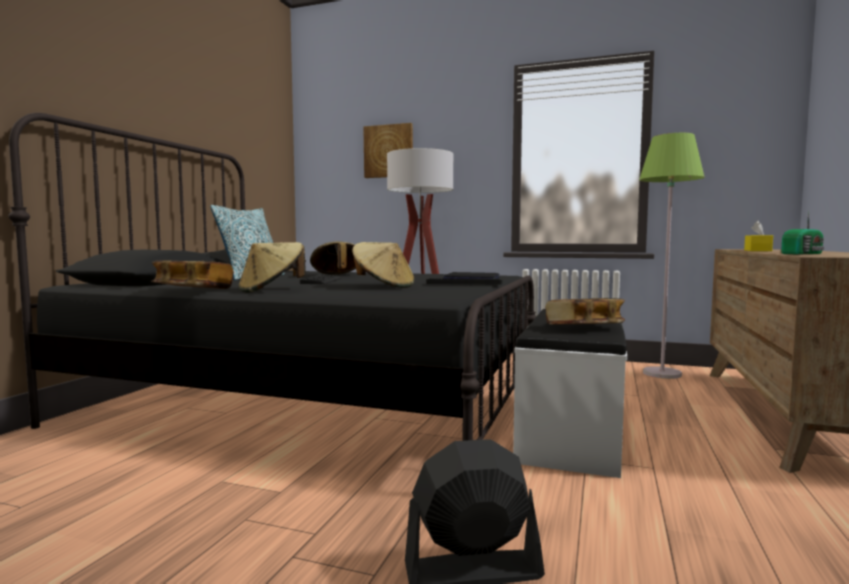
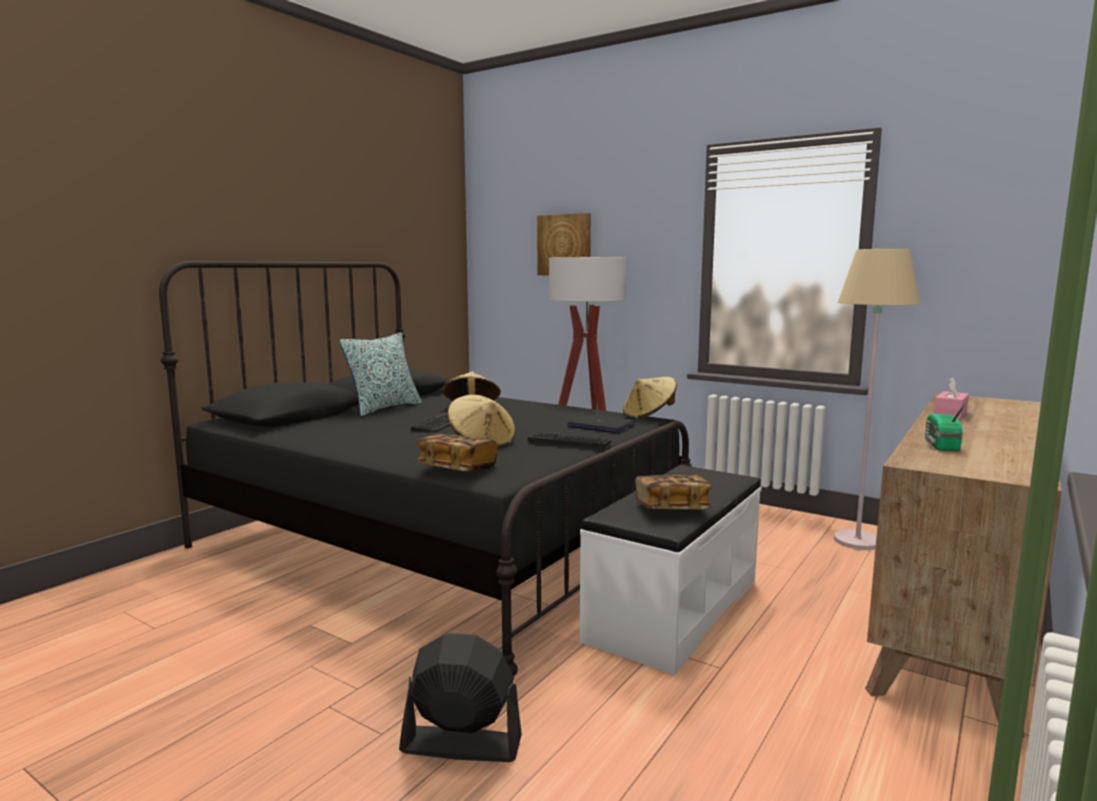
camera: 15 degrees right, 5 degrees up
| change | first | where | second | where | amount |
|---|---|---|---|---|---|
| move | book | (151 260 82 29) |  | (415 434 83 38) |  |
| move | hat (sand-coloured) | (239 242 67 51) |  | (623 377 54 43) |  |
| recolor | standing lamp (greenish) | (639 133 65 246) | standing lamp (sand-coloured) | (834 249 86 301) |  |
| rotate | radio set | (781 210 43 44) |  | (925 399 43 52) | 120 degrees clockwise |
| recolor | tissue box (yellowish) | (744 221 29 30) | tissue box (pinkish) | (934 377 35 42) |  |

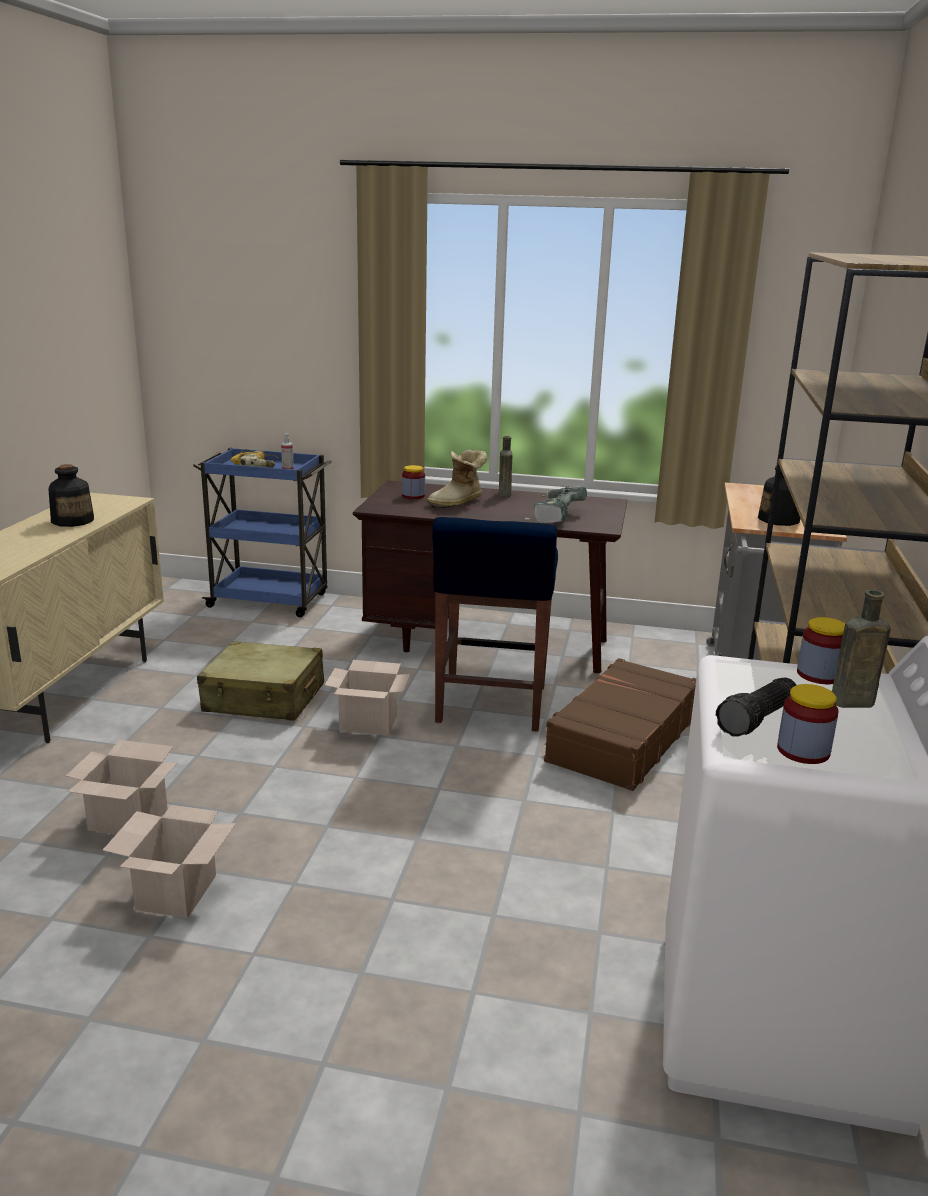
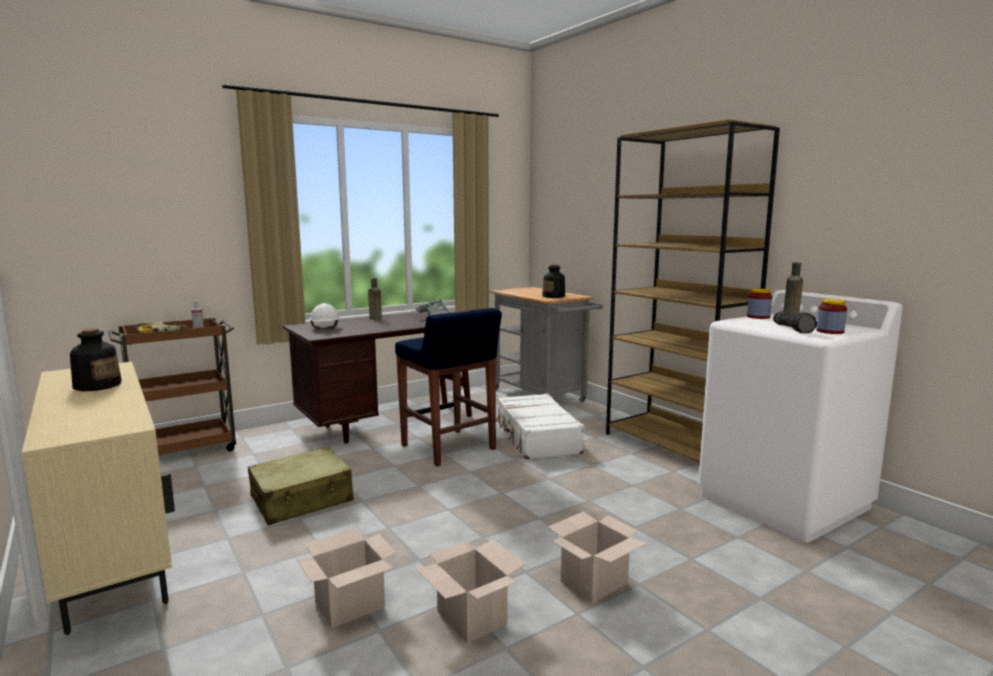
camera: 45 degrees left, 10 degrees down
| change | first | where | second | where | amount |
|---|---|---|---|---|---|
| recolor | trolley (bluish) | (193 448 139 169) | trolley (brown-coloured) | (108 318 128 137) |  |
| replace | preserve jar | (402 465 23 34) | hard hat (white) | (309 303 31 26) |  |
| recolor | suitcase (brown-coloured) | (544 658 152 133) | suitcase (white) | (496 393 89 66) |  |
| move | carton | (325 660 85 76) |  | (548 511 99 92) |  |
| delete | high-top boot | (427 449 60 59) |  |  |  |

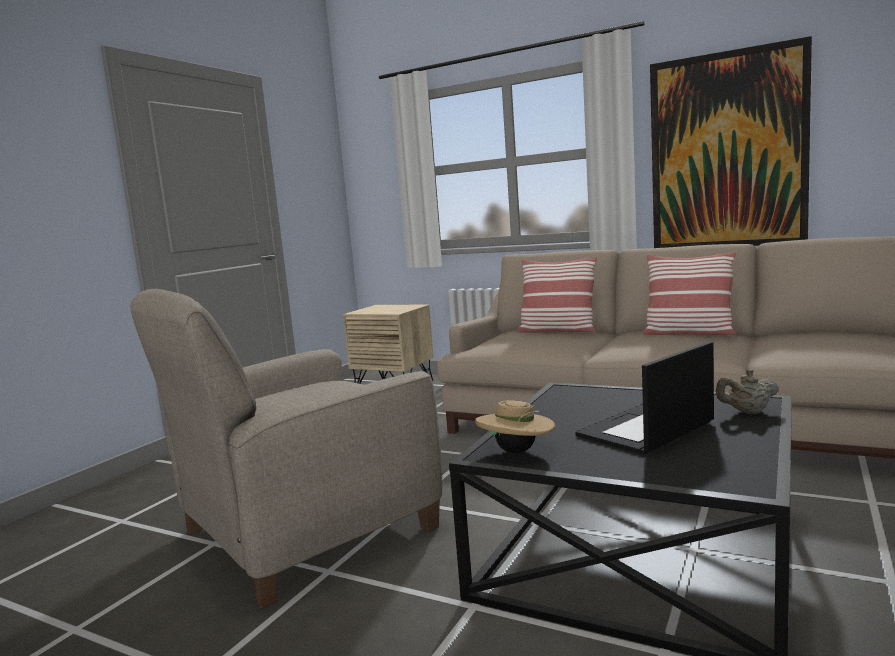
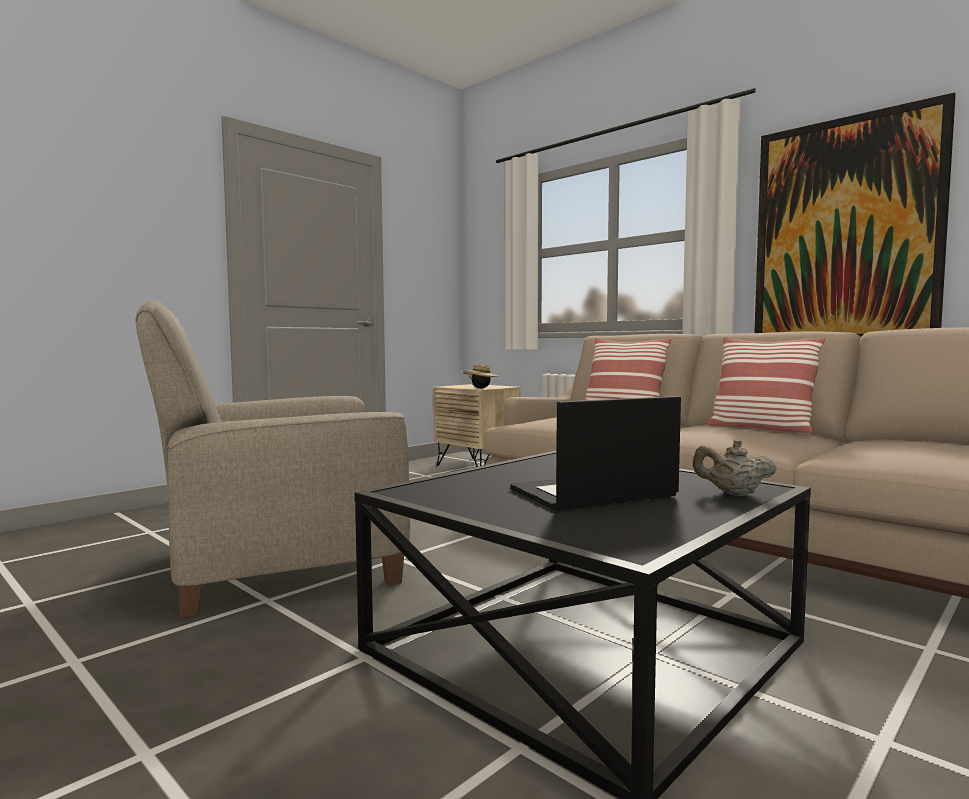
camera: 15 degrees right, 5 degrees down
| change | first | where | second | where | amount |
|---|---|---|---|---|---|
| move | hat (sand-coloured) | (475 400 80 53) |  | (463 365 36 23) |  |

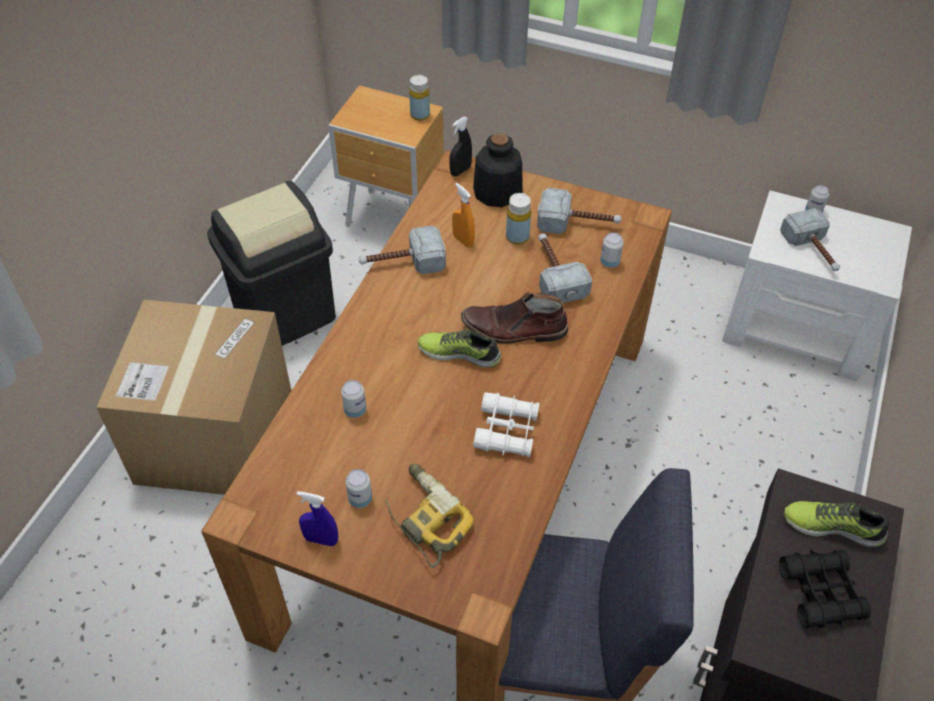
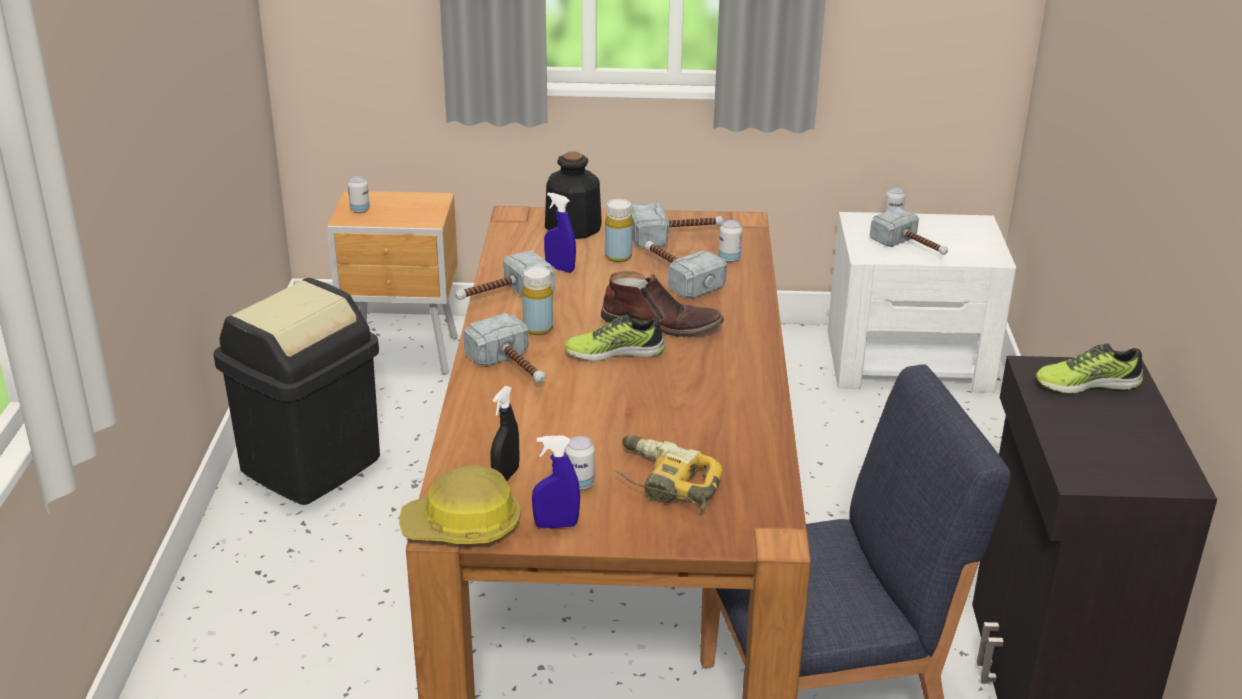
camera: 20 degrees left, 20 degrees down
| change | first | where | second | where | amount |
|---|---|---|---|---|---|
| move | metal can | (341 380 25 38) |  | (348 176 22 37) |  |
| insert |  |  | hard hat | (399 465 122 79) |  |
| insert |  |  | hammer | (463 313 83 70) |  |
| move | sprayer (black-coloured) | (449 117 23 60) |  | (491 386 29 95) |  |
| move | drink bottle (yellowish) | (409 75 21 46) |  | (522 266 31 69) |  |
| recolor | sprayer (orange-coloured) | (452 183 23 65) | sprayer (bluish) | (544 192 32 81) |  |
| rotate | high-top boot (brown-coloured) | (461 292 107 51) |  | (601 271 123 66) | 150 degrees counterclockwise |
| delete | carton | (96 299 196 196) |  |  |  |
| delete | pair of binoculars (white) | (473 392 66 65) |  |  |  |
| delete | pair of binoculars (black-coloured) | (779 549 92 79) |  |  |  |

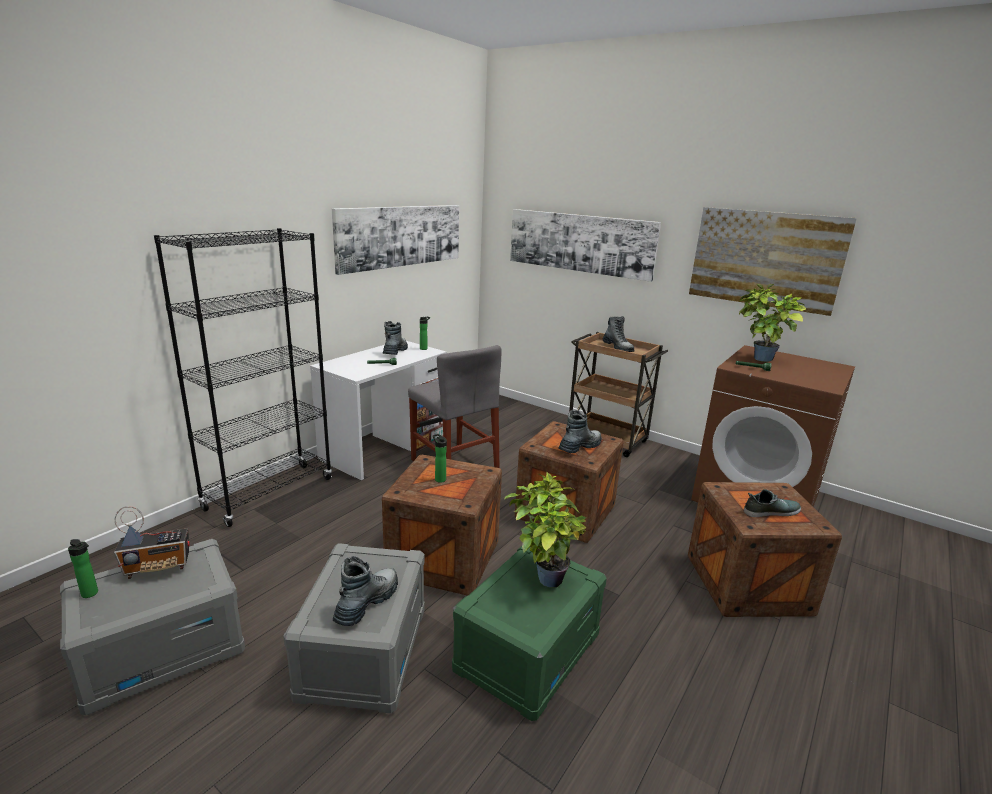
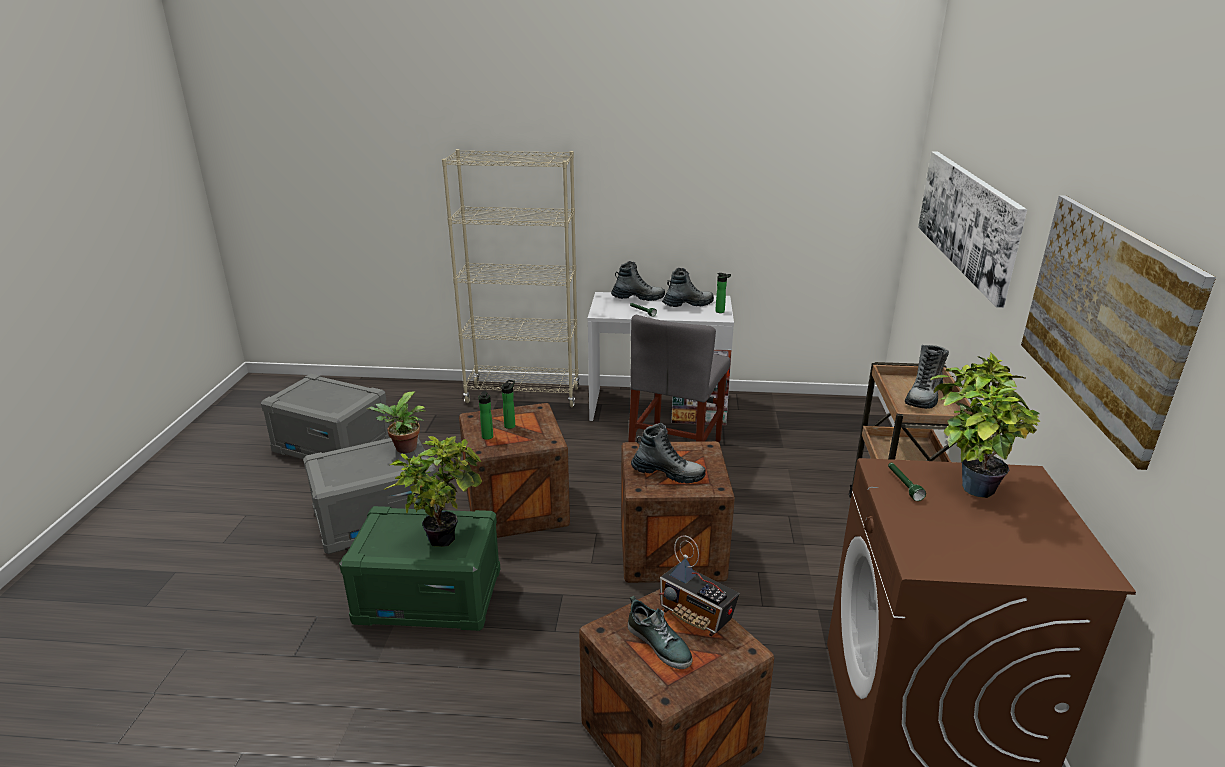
camera: 60 degrees right, 5 degrees up
| change | first | where | second | where | amount |
|---|---|---|---|---|---|
| insert |  |  | plant in a pot | (367 391 59 62) |  |
| recolor | bookcase (black-coloured) | (154 228 178 299) | bookcase (sand-coloured) | (442 149 138 258) |  |
| move | drink bottle | (68 539 30 59) |  | (478 391 15 49) |  |
| move | high-top boot | (333 556 65 70) |  | (611 261 54 40) |  |
| move | radio set | (114 506 76 73) |  | (659 535 81 102) |  |
| delete | wall art | (332 205 127 70) |  |  |  |

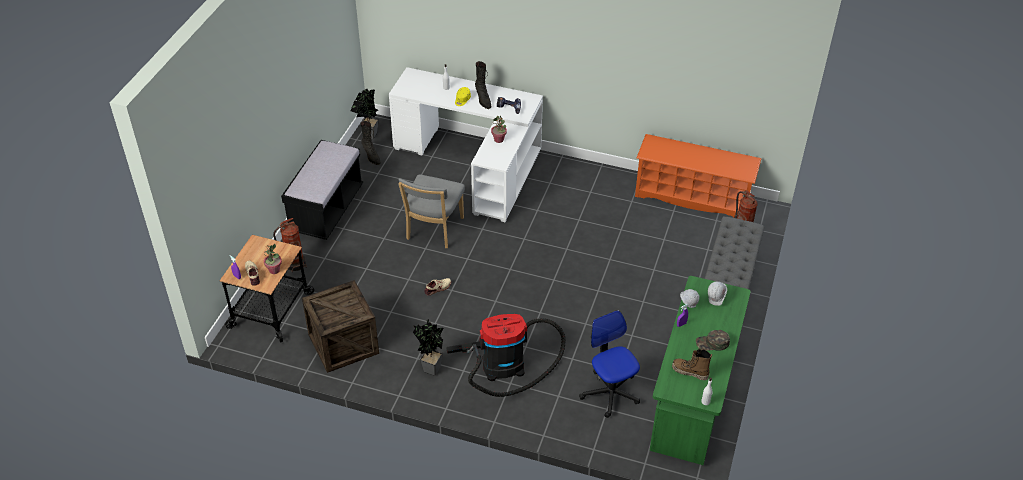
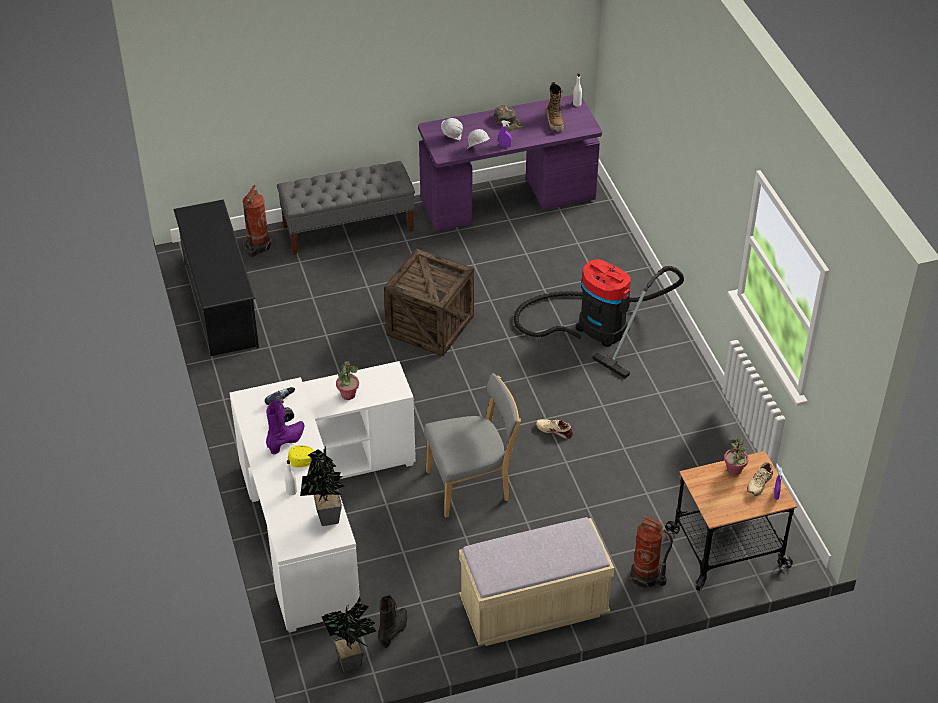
camera: 125 degrees left, 0 degrees up
| change | first | where | second | where | amount |
|---|---|---|---|---|---|
| recolor | shoe stand (orange-coloured) | (635 134 127 83) | shoe stand (black-coloured) | (174 200 85 156) |  |
| recolor | high-top boot (black-coloured) | (475 61 16 48) | high-top boot (purple-coloured) | (266 400 38 55) |  |
| move | plant in a pot | (413 319 30 57) |  | (300 447 45 79) |  |
| move | shipping crate | (302 280 77 93) |  | (384 248 90 108) |  |
| recolor | desk unit (greenish) | (650 276 101 189) | desk unit (purple-coloured) | (418 95 184 136) |  |
| recolor | bench (black-coloured) | (281 140 82 100) | bench (sand-coloured) | (459 517 155 129) |  |
| delete | office chair | (579 310 61 108) |  |  |  |

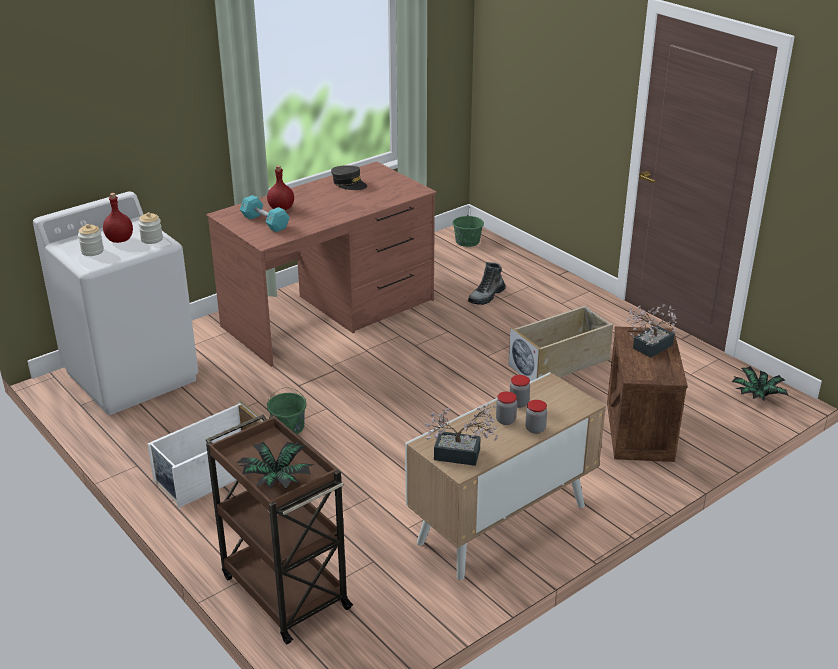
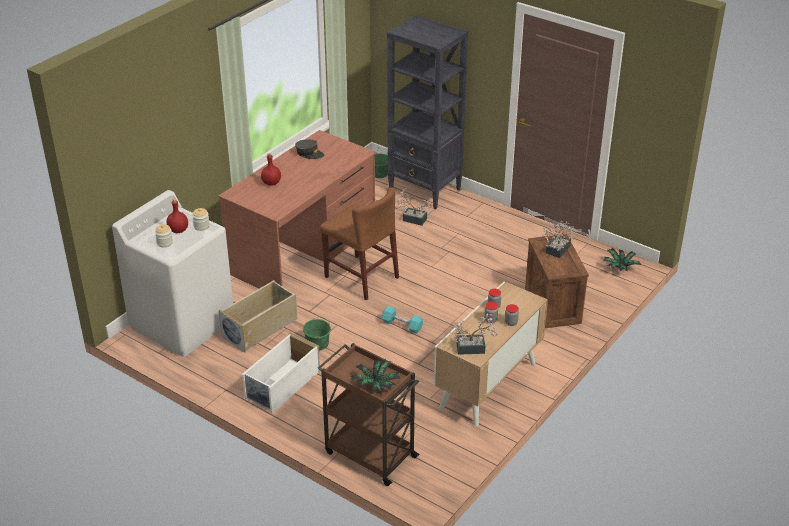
camera: 15 degrees left, 5 degrees up
| change | first | where | second | where | amount |
|---|---|---|---|---|---|
| move | storage bin (sand-coloured) | (508 305 105 77) |  | (219 280 79 73) |  |
| insert |  |  | plain chair (brown-coloured) | (320 187 79 114) |  |
| move | hand weight (turquoise-coloured) | (240 195 50 37) |  | (382 306 41 28) |  |
| insert |  |  | bookcase (black-coloured) | (387 15 81 194) |  |
| replace | high-top boot | (468 262 38 43) | plant in a pot | (396 188 36 38) |  |

